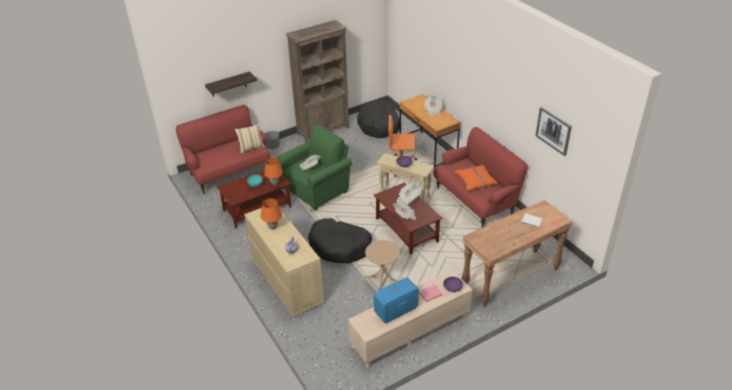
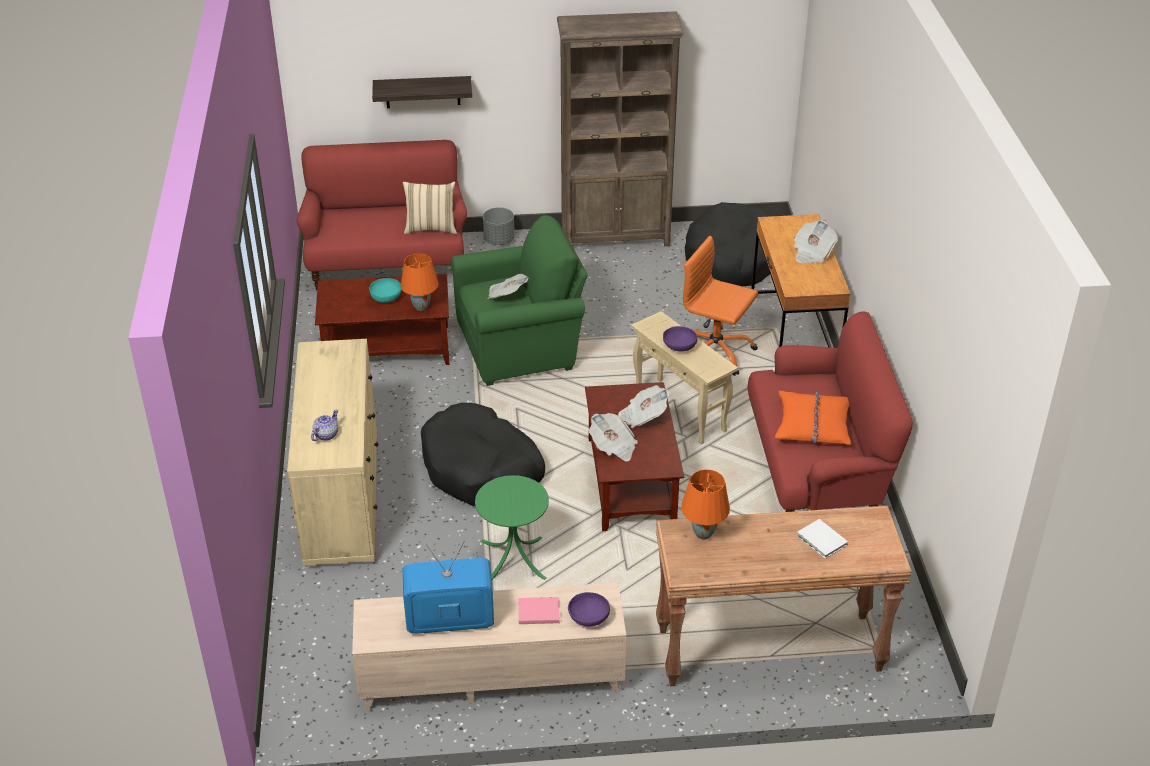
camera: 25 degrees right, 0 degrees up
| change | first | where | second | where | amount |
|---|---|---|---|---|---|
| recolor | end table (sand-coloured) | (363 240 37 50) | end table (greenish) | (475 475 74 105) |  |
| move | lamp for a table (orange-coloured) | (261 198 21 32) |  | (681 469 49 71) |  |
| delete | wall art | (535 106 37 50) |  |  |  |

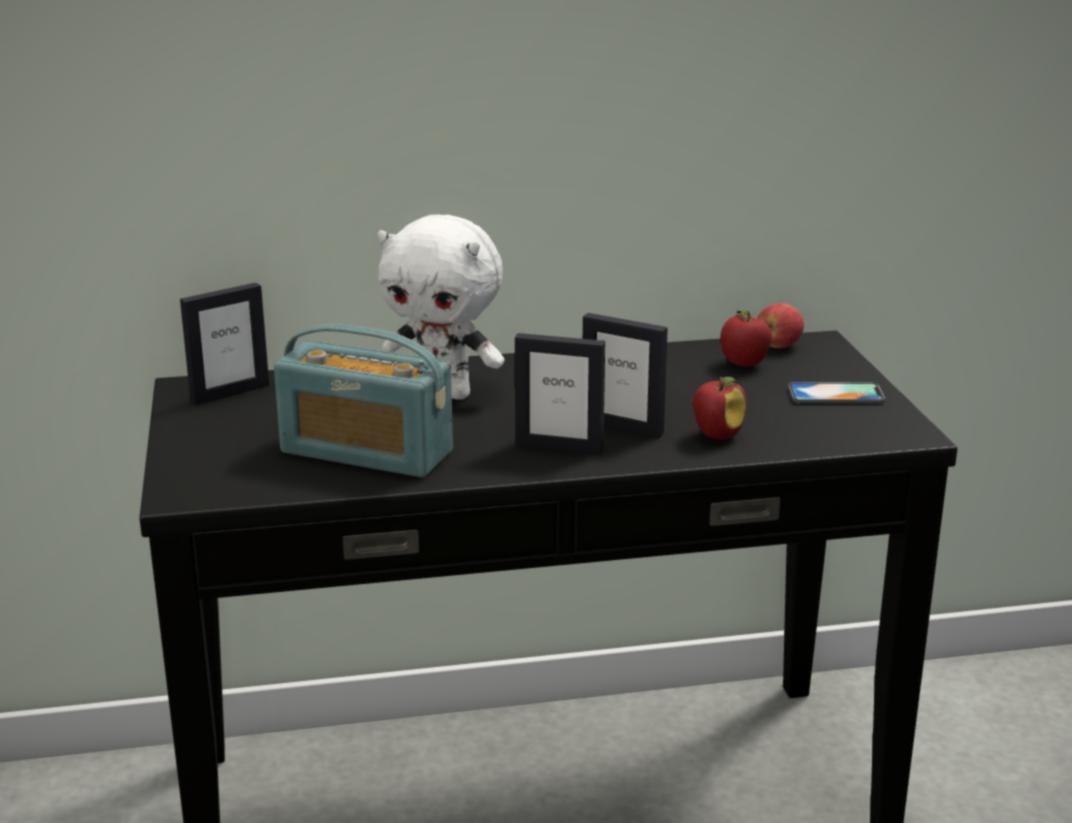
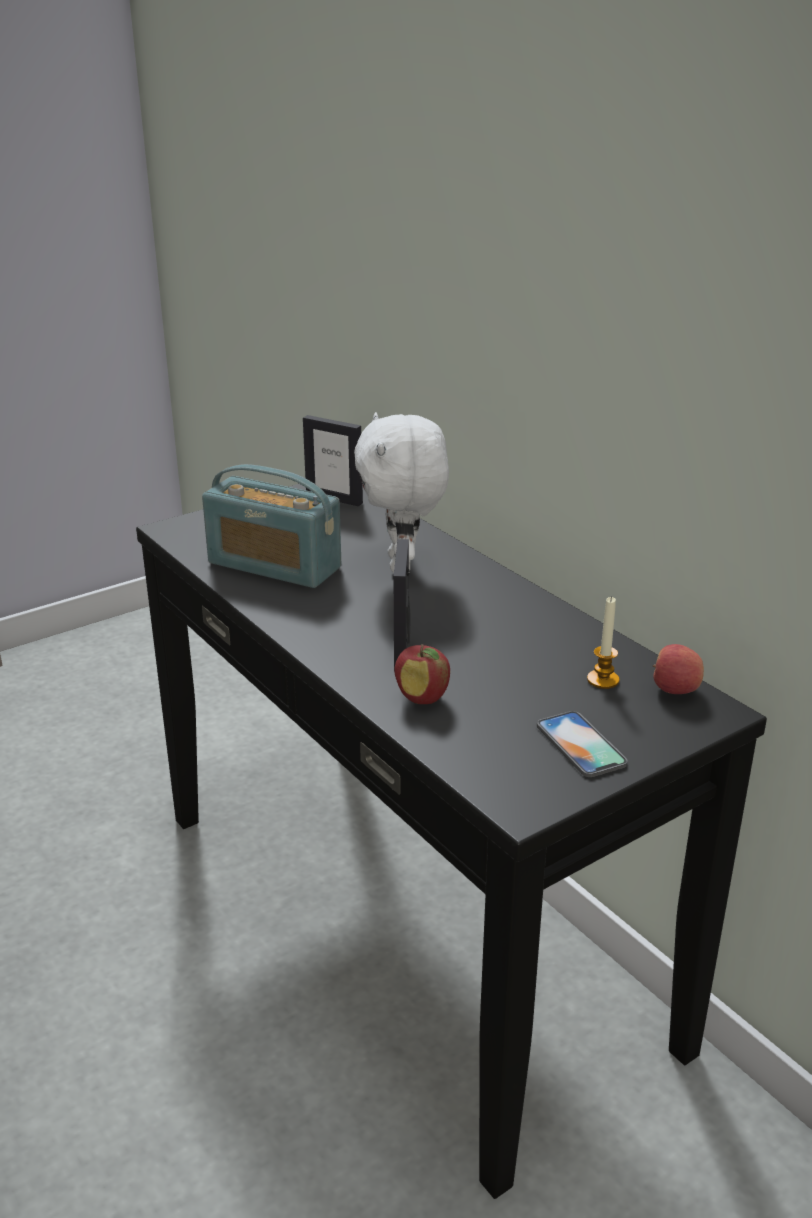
camera: 65 degrees right, 5 degrees up
| change | first | where | second | where | amount |
|---|---|---|---|---|---|
| rotate | radio set | (274 324 179 154) |  | (202 464 139 124) | 60 degrees counterclockwise |
| replace | whole apple | (720 310 52 57) | wax light | (587 596 33 93) |  |
| delete | photo frame | (515 333 90 121) |  |  |  |

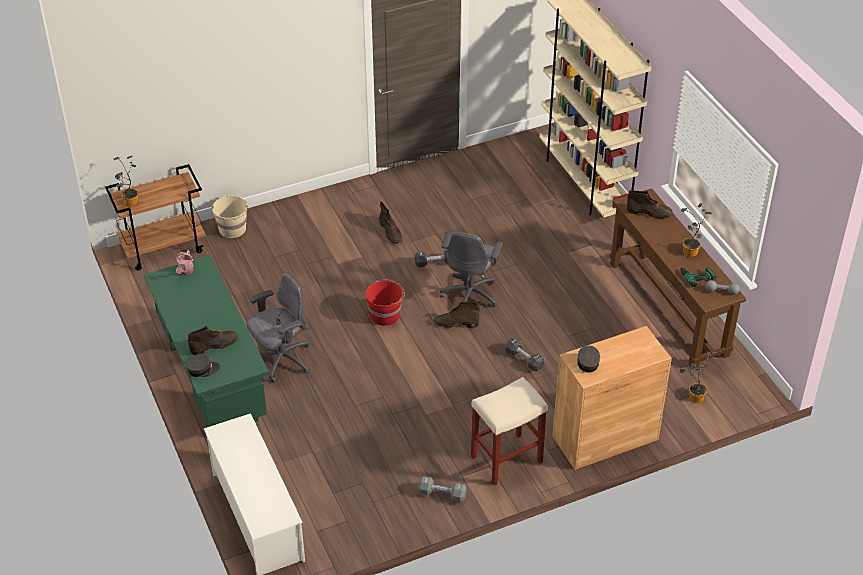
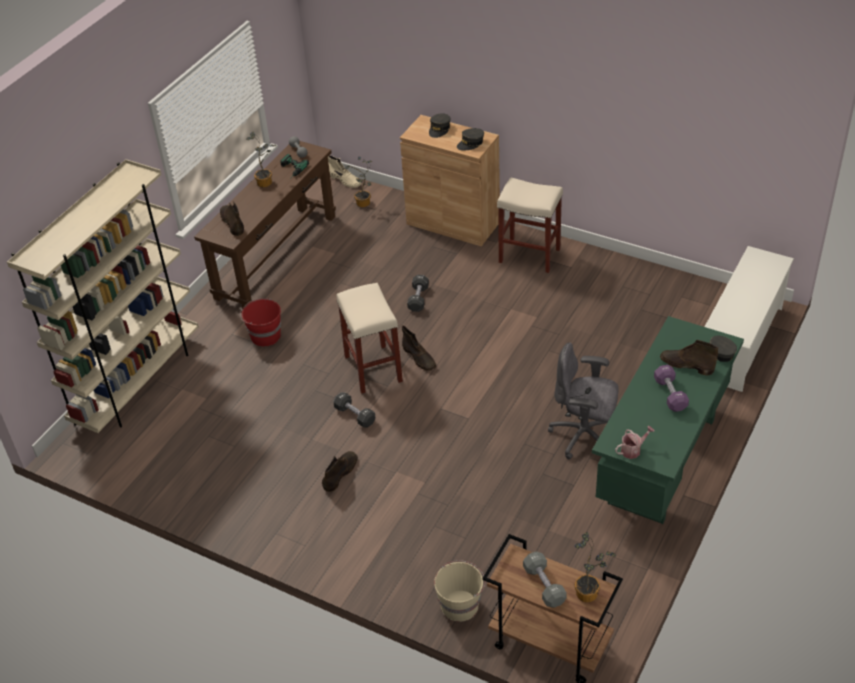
camera: 125 degrees left, 0 degrees up
| change | first | where | second | where | amount |
|---|---|---|---|---|---|
| move | pail (reddish) | (366 279 39 47) |  | (240 298 41 48) |  |
| insert |  |  | high-top boot (sand-coloured) | (328 155 34 33) |  |
| replace | office chair (greyish) | (440 231 63 76) | stool seat (sand-coloured) | (336 283 67 111) |  |
| insert |  |  | baseball cap (greyish) | (429 113 21 25) |  |
| move | hand weight (greyish) | (418 476 48 26) |  | (523 552 44 55) |  |
| insert |  |  | hand weight (purple-coloured) | (654 365 35 47) |  |

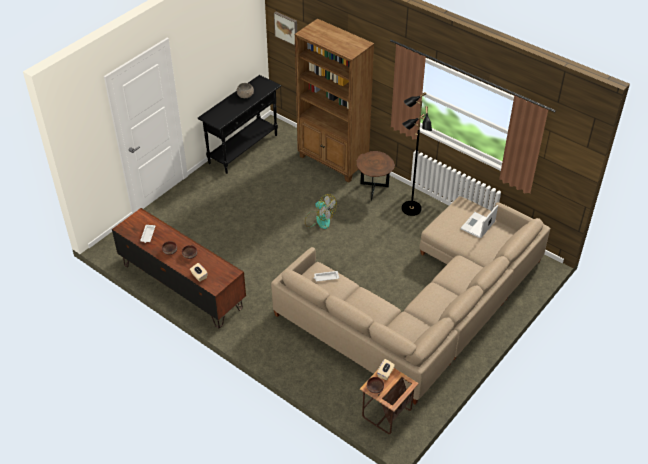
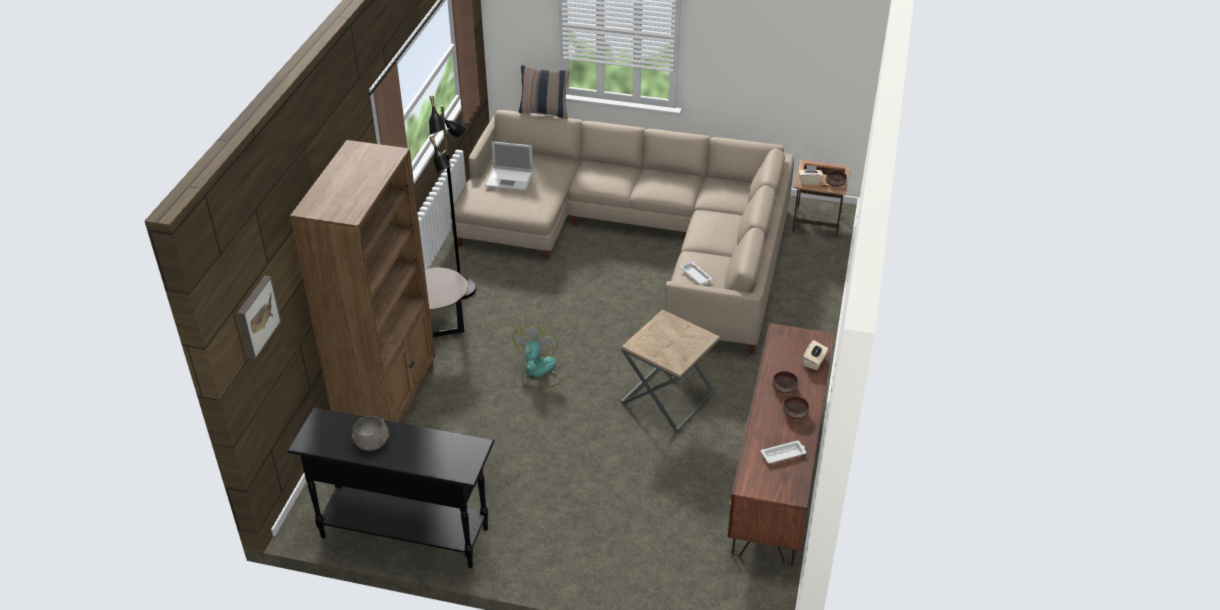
camera: 115 degrees left, 5 degrees down
| change | first | where | second | where | amount |
|---|---|---|---|---|---|
| insert |  |  | throw pillow | (518 65 52 54) |  |
| insert |  |  | end table (brown-coloured) | (621 310 99 122) |  |

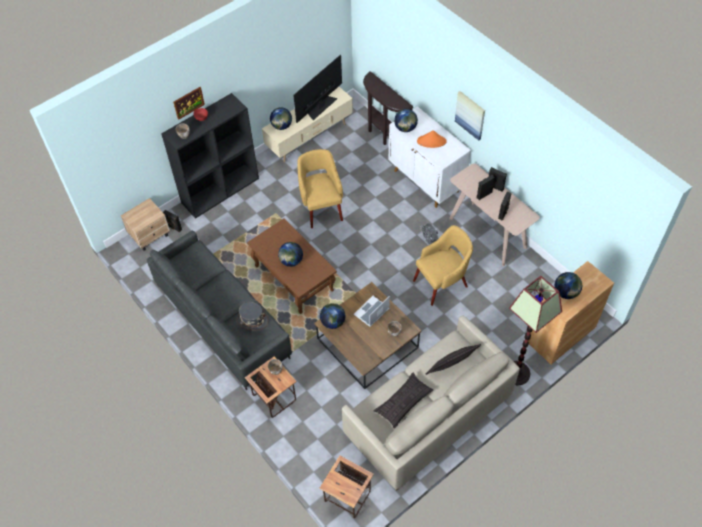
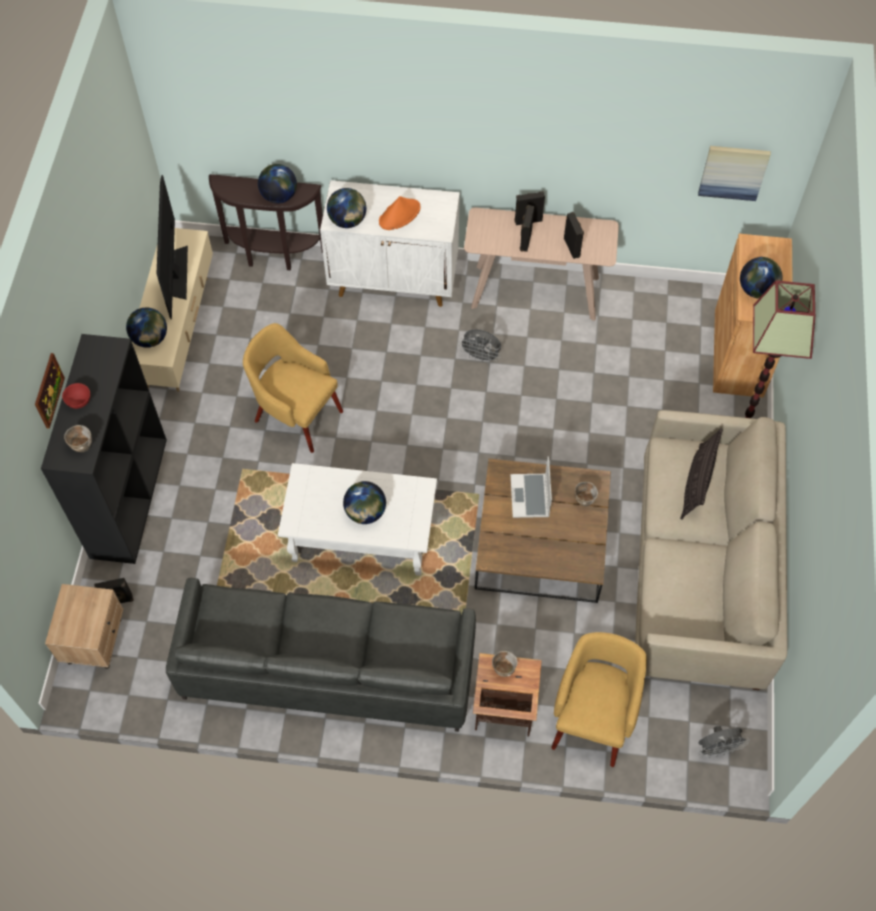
camera: 45 degrees left, 5 degrees up
| change | first | where | second | where | amount |
|---|---|---|---|---|---|
| move | world globe | (320 303 25 26) |  | (258 164 39 40) |  |
| recolor | low table (brown-coloured) | (247 218 90 96) | low table (white) | (278 463 159 113) |  |
| move | easy chair (yellowish) | (413 225 60 81) |  | (551 632 96 135) |  |
| move | wall art | (455 91 30 50) |  | (698 146 73 55) |  |
| replace | end table | (319 456 55 62) | fan (greyish) | (698 726 52 32) |  |
| delete | hat (greyish) | (237 302 31 29) |  |  |  |
| delete | throw pillow | (374 373 59 56) |  |  |  |

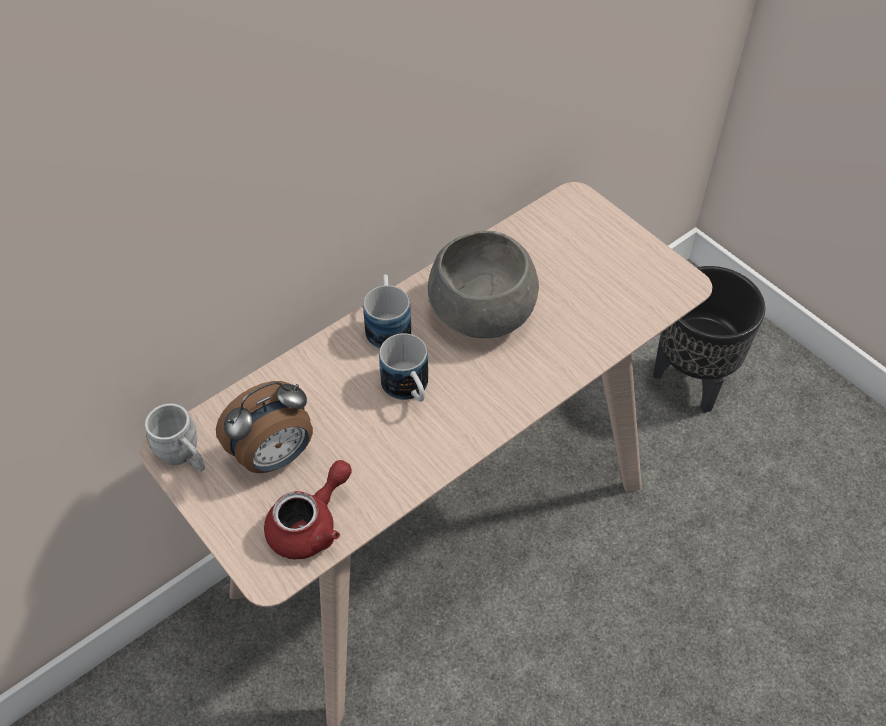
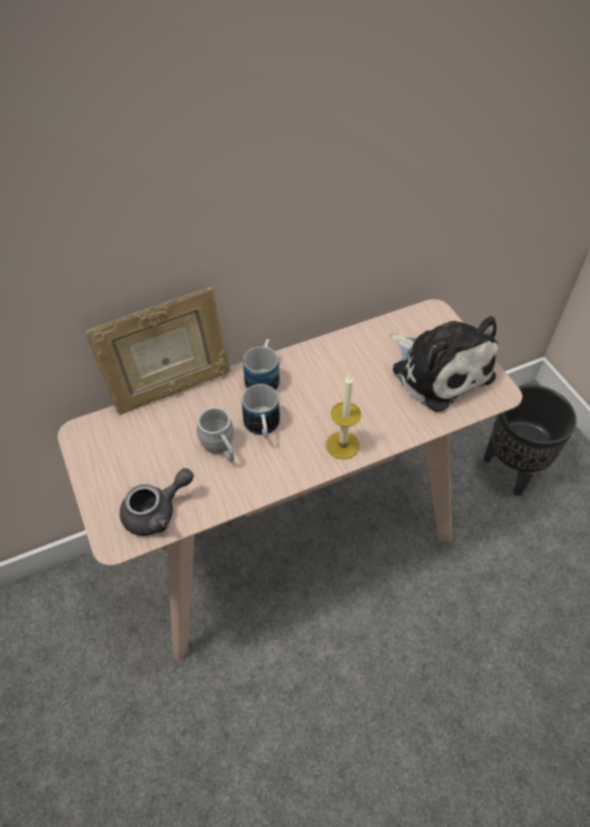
camera: 15 degrees right, 0 degrees up
| change | first | where | second | where | amount |
|---|---|---|---|---|---|
| insert |  |  | photo frame | (85 287 145 127) |  |
| recolor | pot for tea (reddish) | (264 460 88 99) | pot for tea (greyish) | (120 468 74 68) |  |
| move | coffee mug (greyish) | (145 403 60 69) |  | (197 407 37 55) |  |
| insert |  |  | wax light | (326 375 35 84) |  |
| insert |  |  | plush toy | (390 316 108 96) |  |
| delete | alarm clock | (216 381 97 92) |  |  |  |
| delete | deep dish (greyish) | (428 231 111 107) |  |  |  |

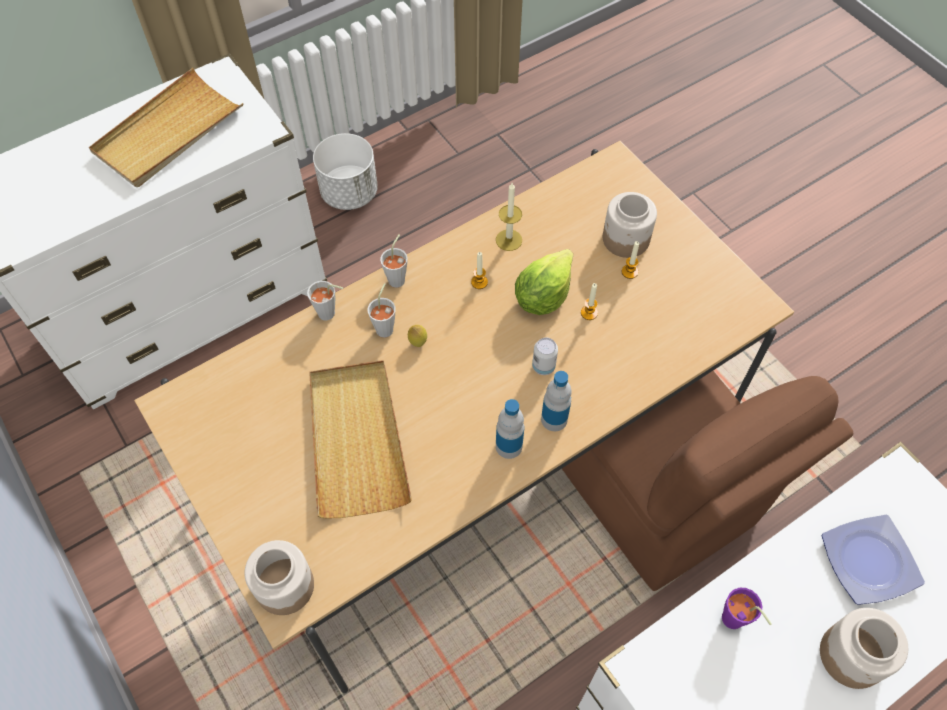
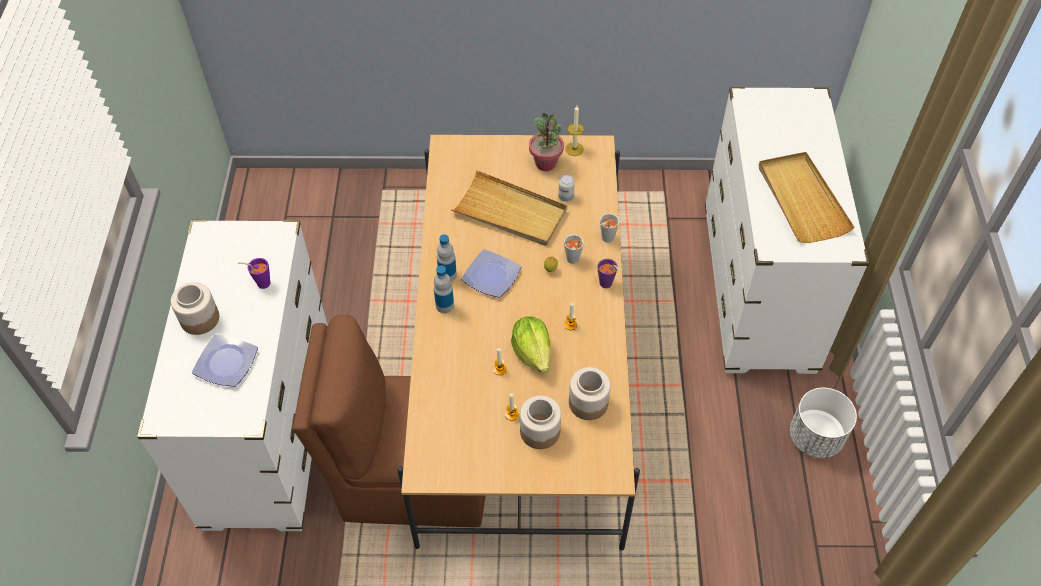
camera: 125 degrees right, 5 degrees down
| change | first | where | second | where | amount |
|---|---|---|---|---|---|
| insert |  |  | flat dish | (461 249 60 49) |  |
| insert |  |  | plant in a pot | (529 113 35 58) |  |
| move | metal can | (532 338 26 37) |  | (558 174 17 28) |  |
| move | wax light | (496 183 26 68) |  | (565 106 19 50) |  |
| move | preserve jar | (244 540 70 75) |  | (569 367 42 53) |  |
| recolor | cup (greyish) | (380 234 28 54) | cup (purple-coloured) | (597 259 24 29) |  |

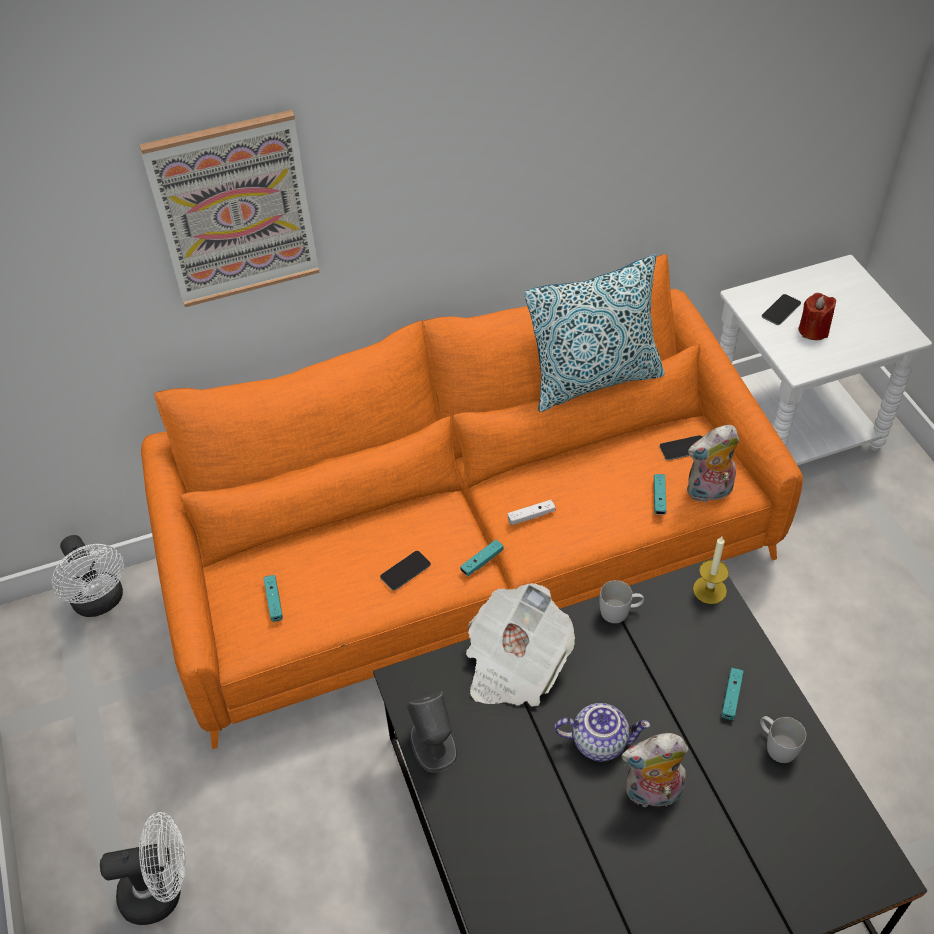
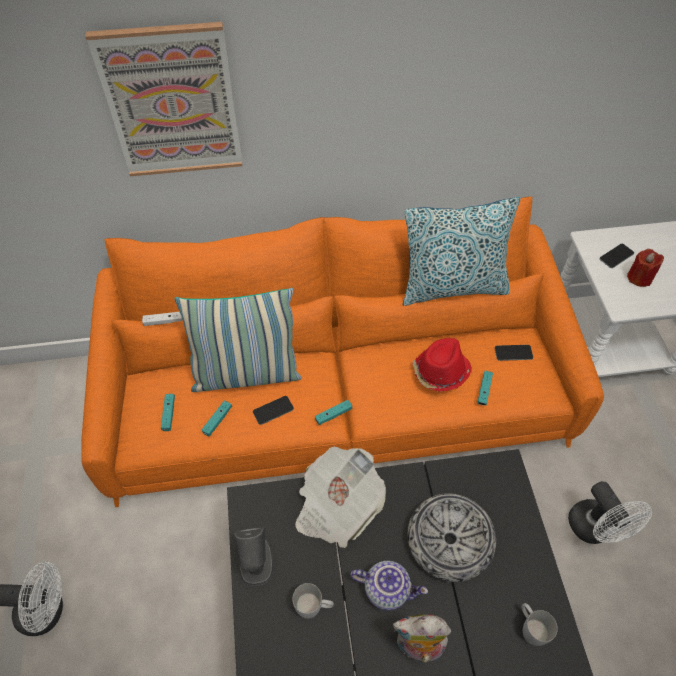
camera: 10 degrees right, 5 degrees up
| change | first | where | second | where | amount |
|---|---|---|---|---|---|
| move | joypad (white) | (507 500 48 25) |  | (142 312 41 14) |  |
| insert |  |  | throw pillow | (175 288 127 104) |  |
| move | joypad (turquoise-coloured) | (722 668 22 52) |  | (202 400 30 36) |  |
| move | coffee mug (white) | (600 580 44 43) |  | (292 583 42 36) |  |
| insert |  |  | deep dish | (408 493 88 89) |  |
| insert |  |  | hat (reddish) | (412 338 60 54) |  |
| move | fan (white) | (52 535 72 82) |  | (568 481 84 63) |  |
| delete | plush toy | (687 425 52 78) |  |  |  |
| delete | wax light | (693 536 36 68) |  |  |  |

